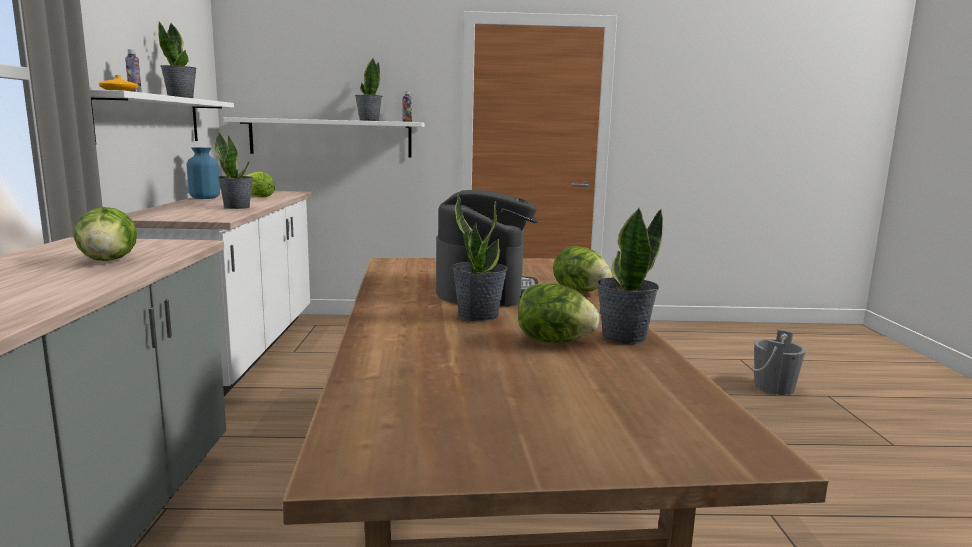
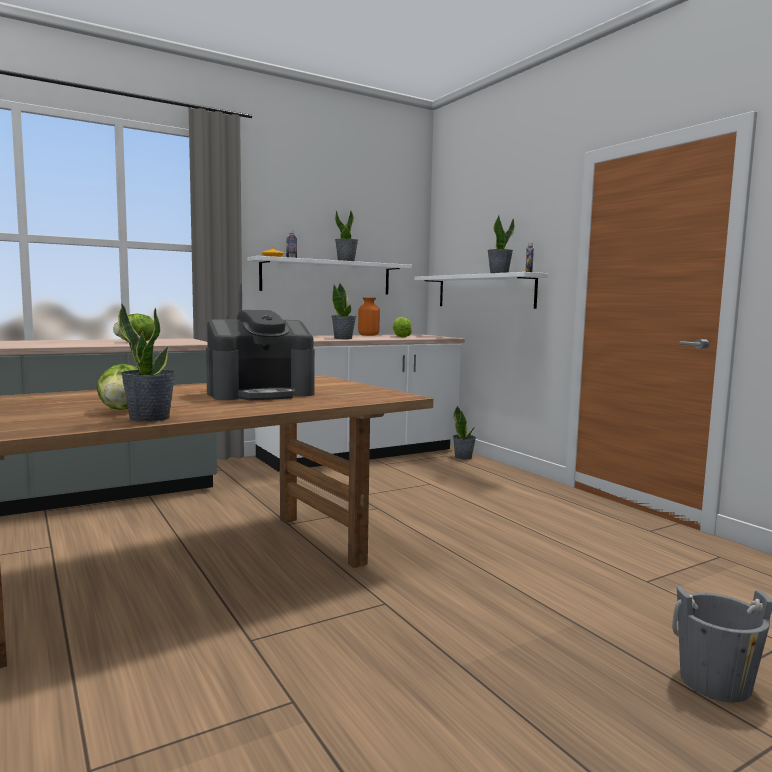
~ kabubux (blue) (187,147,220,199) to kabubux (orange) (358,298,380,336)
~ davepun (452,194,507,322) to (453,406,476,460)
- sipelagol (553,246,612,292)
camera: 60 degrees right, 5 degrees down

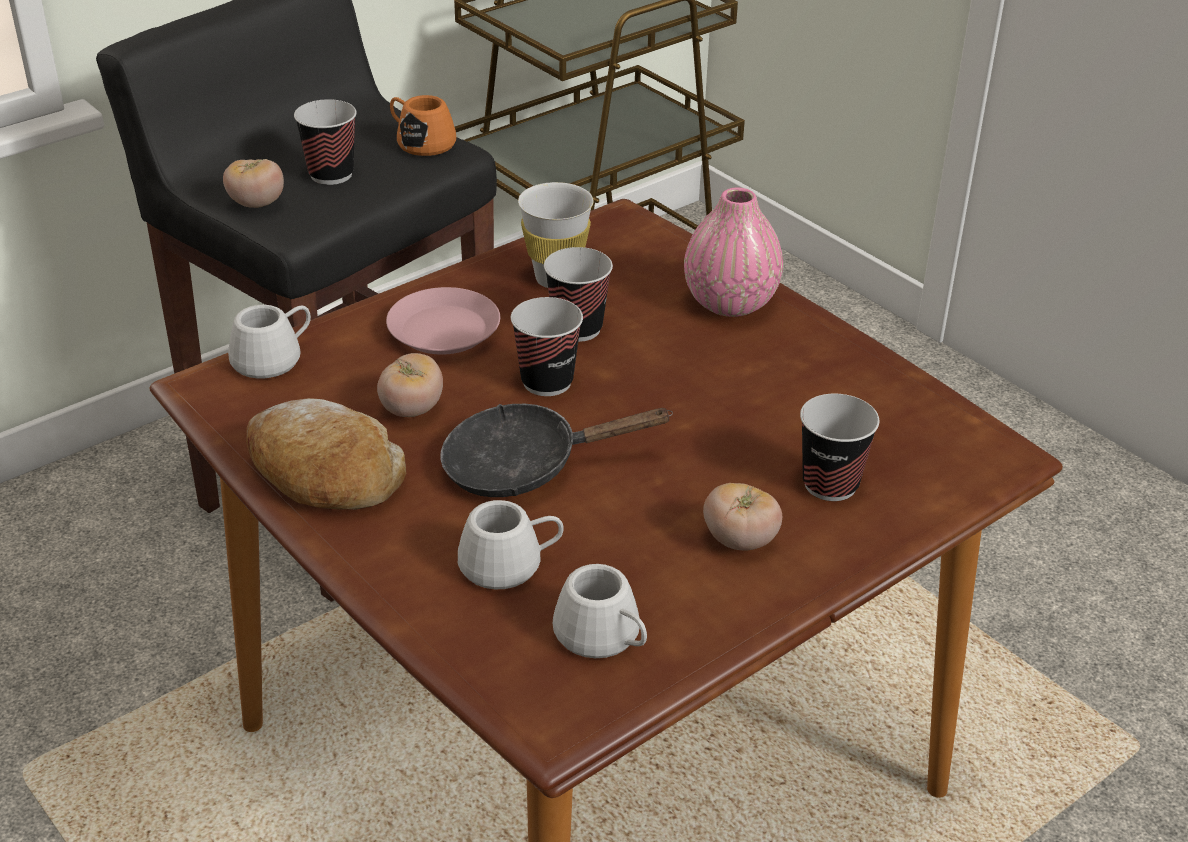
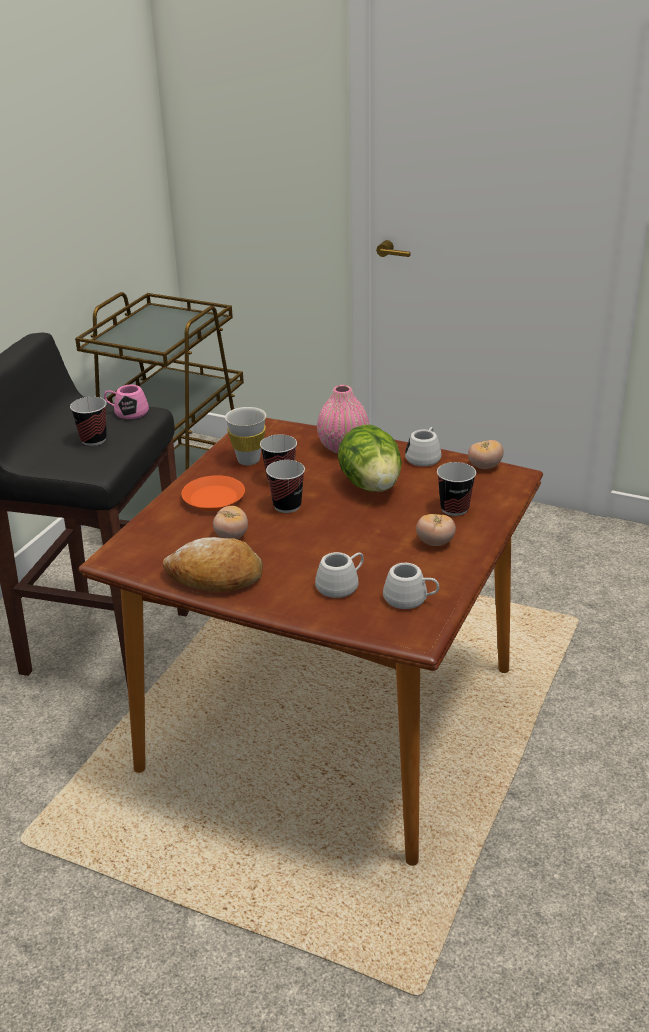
~ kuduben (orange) (390,95,456,156) to kuduben (pink) (104,385,149,419)
~ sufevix (223,159,284,208) to (468,440,504,469)
~ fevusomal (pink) (386,287,500,355) to fevusomal (orange) (181,475,245,511)
~ kuduben (white) (228,305,311,379) to (405,427,441,466)
- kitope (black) (440,404,673,497)
+ sipelagol (338,425,402,492)
camera: 25 degrees left, 5 degrees down

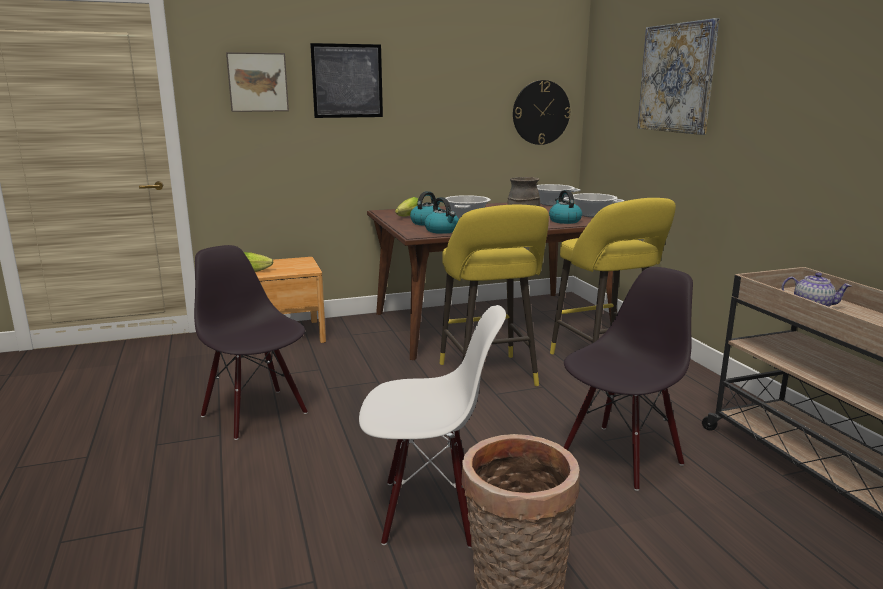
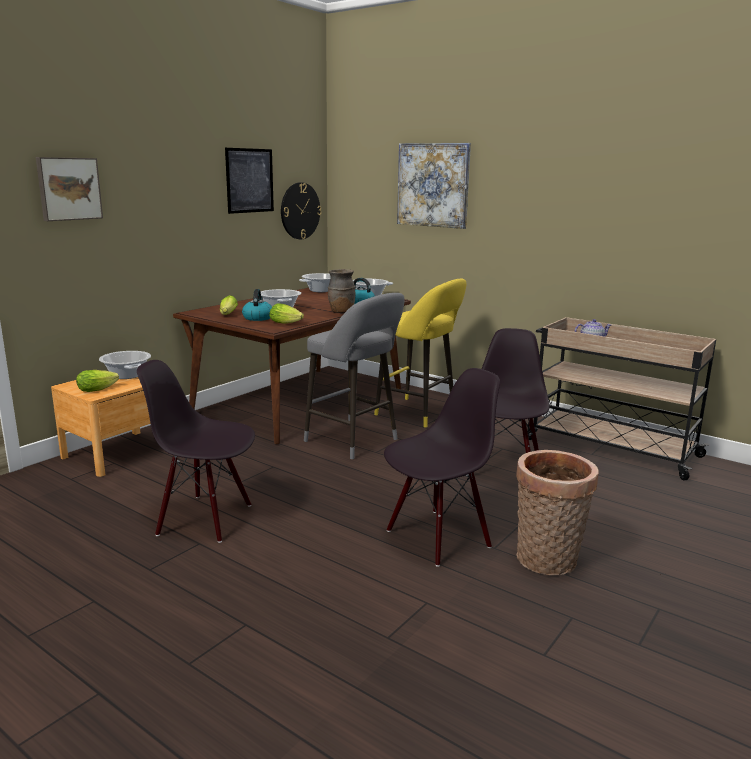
~ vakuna (310,43,383,118) to (225,148,274,214)
~ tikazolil (424,197,459,234) to sipelagol (269,303,304,324)
~ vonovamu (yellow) (440,205,549,386) to vonovamu (grey) (304,293,405,459)
~ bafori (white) (359,305,506,548) to bafori (black) (384,368,500,567)
+ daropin (99,351,151,379)
camera: 35 degrees left, 0 degrees up

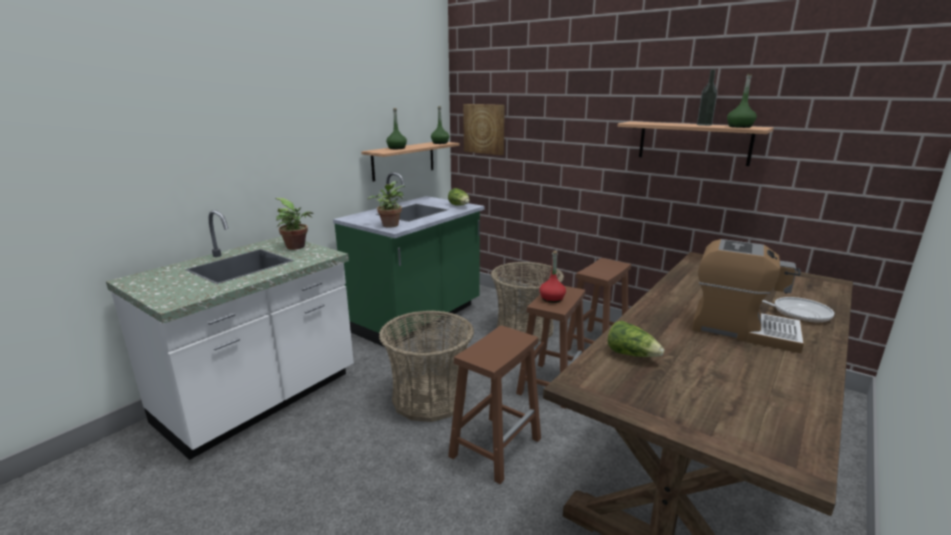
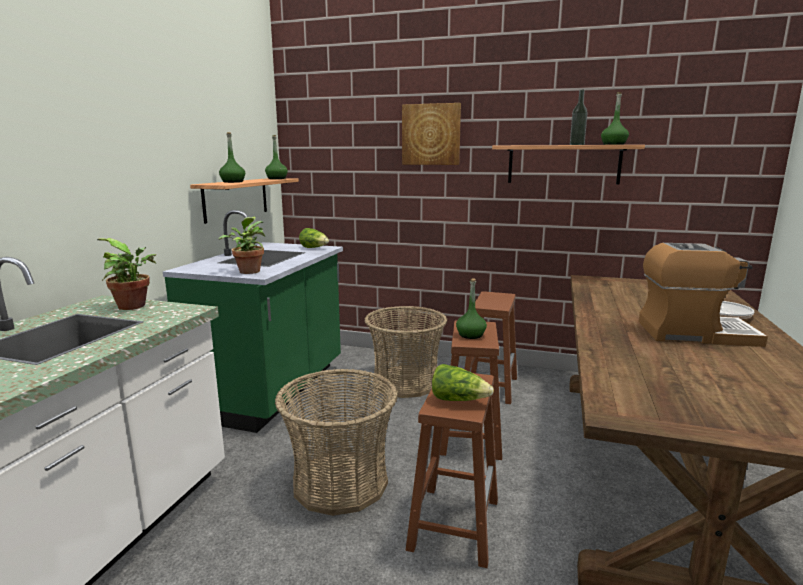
~ vakuna (463,104,505,155) to (402,103,461,165)
~ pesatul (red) (539,251,566,303) to pesatul (green) (456,279,487,339)
~ sipelagol (607,321,664,357) to (432,364,494,401)
camera: 20 degrees left, 5 degrees down

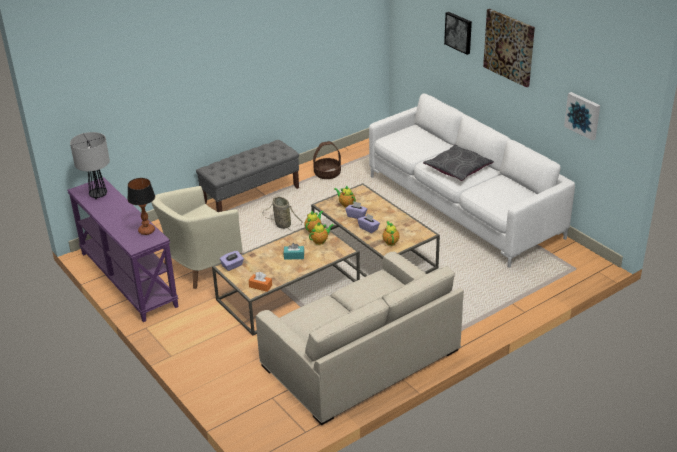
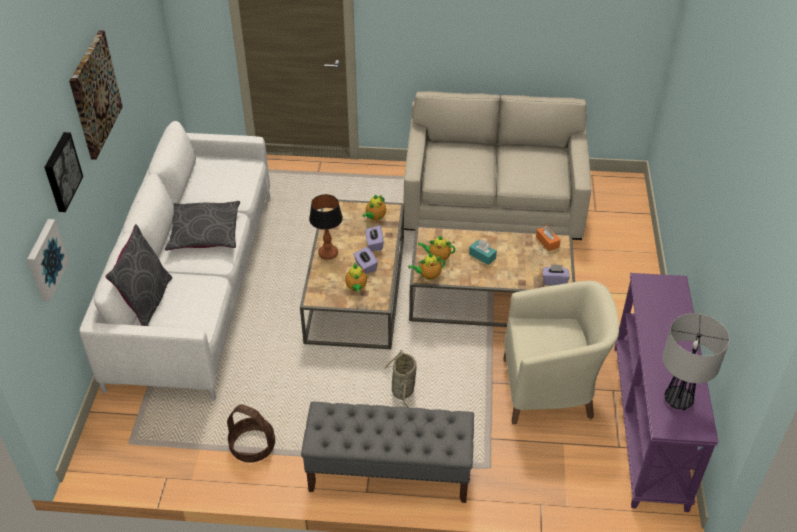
~ vakuna (564,92,600,140) to (27,219,69,302)
~ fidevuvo (127,178,155,235) to (309,194,343,260)
+ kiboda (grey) (105,224,172,326)
camera: 140 degrees left, 10 degrees up

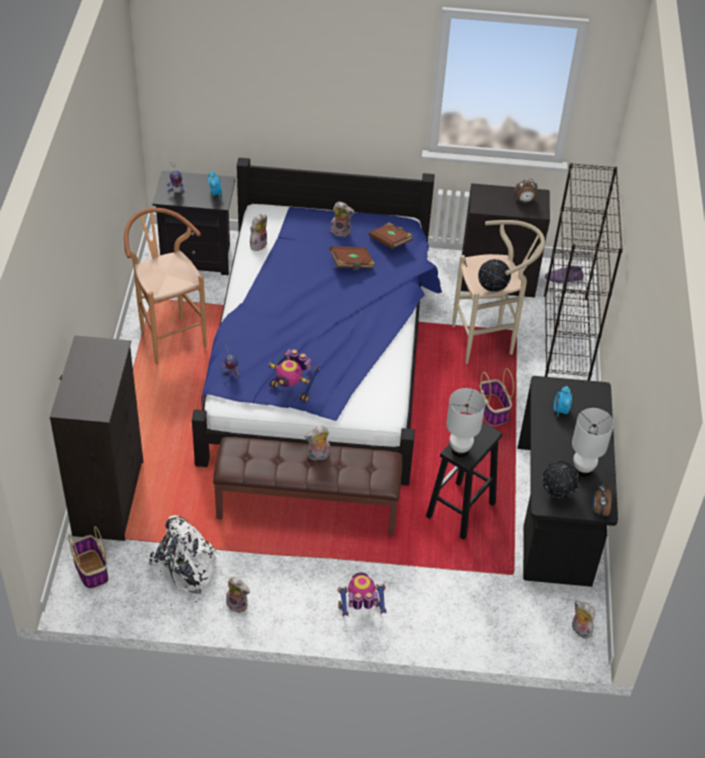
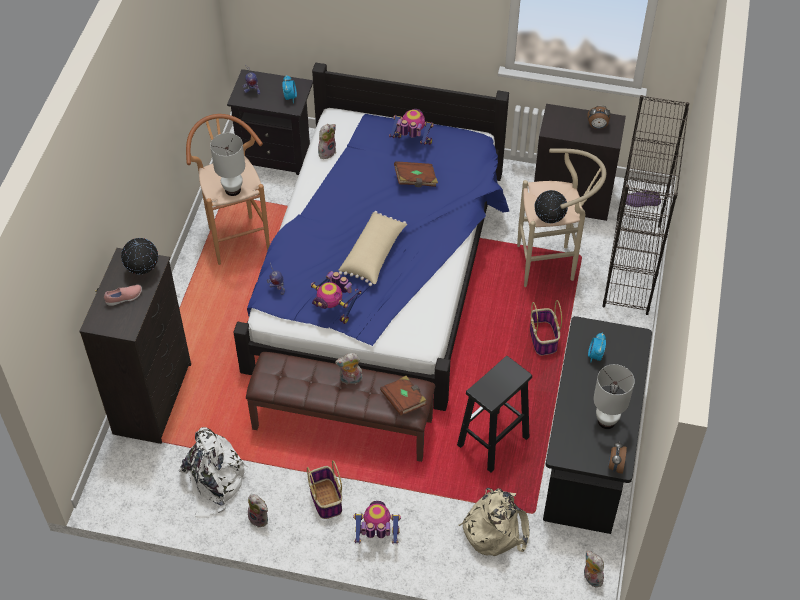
~ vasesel (331,202,355,237) to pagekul (389,109,434,145)
~ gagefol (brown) (369,222,413,249) to (380,376,427,415)
~ fidevuvo (white) (446,388,486,457) to (210,133,245,196)
~ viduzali (542,461,580,498) to (121,238,158,274)
~ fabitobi (68,526,108,589) to (307,460,342,519)
+ kiboda (beige) (339,211,407,286)
+ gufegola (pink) (104,285,142,306)
+ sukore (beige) (458,488,530,556)
camera: 10 degrees right, 5 degrees up

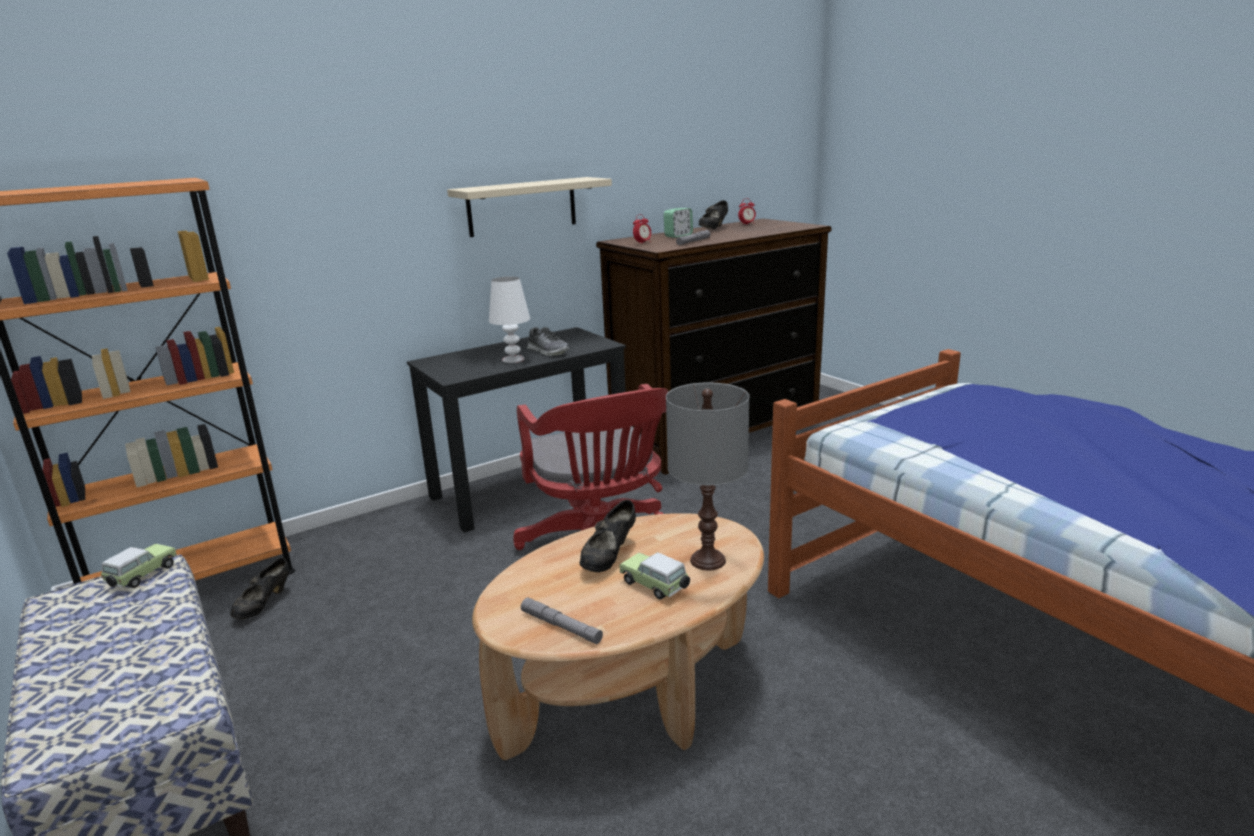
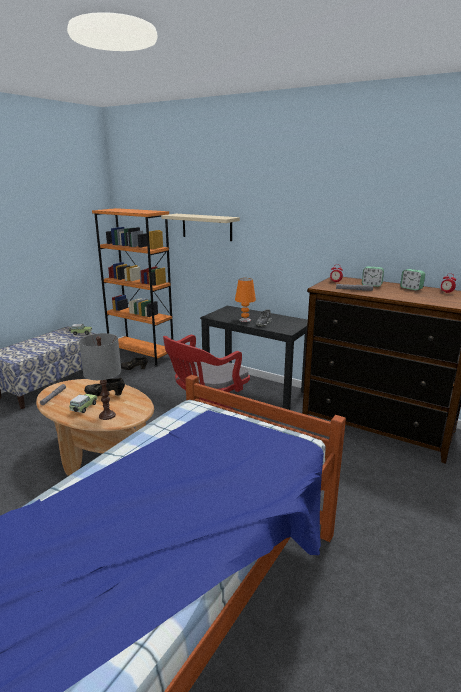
~ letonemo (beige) (447,177,612,237) to (161,214,240,241)
~ gufegola (black) (699,200,728,229) to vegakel (400,269,425,290)
~ fidevuvo (white) (489,276,530,363) to fidevuvo (orange) (235,278,256,322)
camera: 65 degrees right, 0 degrees up

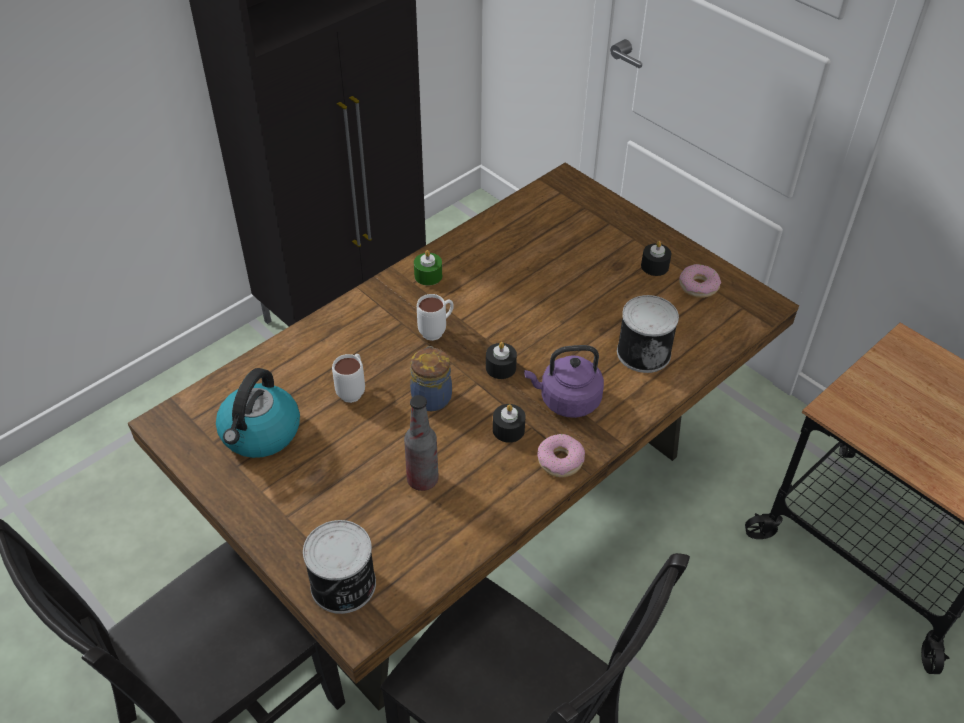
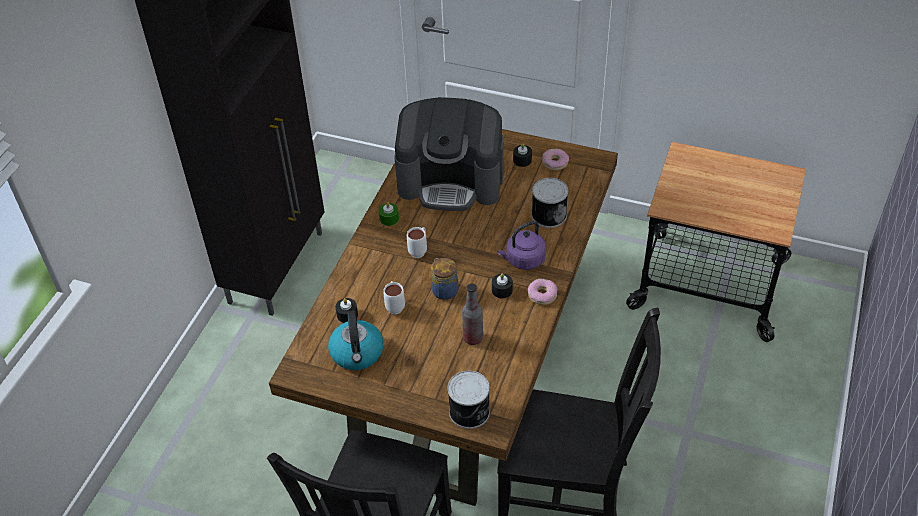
~ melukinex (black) (486,342,517,379) to (335,298,358,323)
+ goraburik (394,97,504,211)
camera: 25 degrees left, 0 degrees up

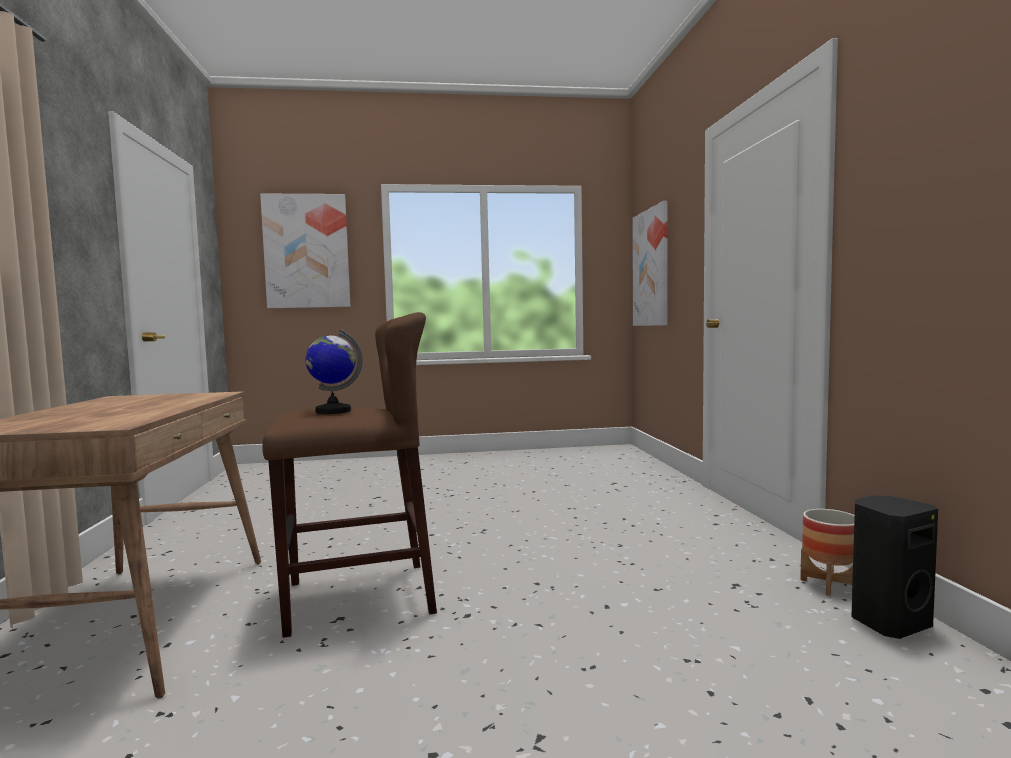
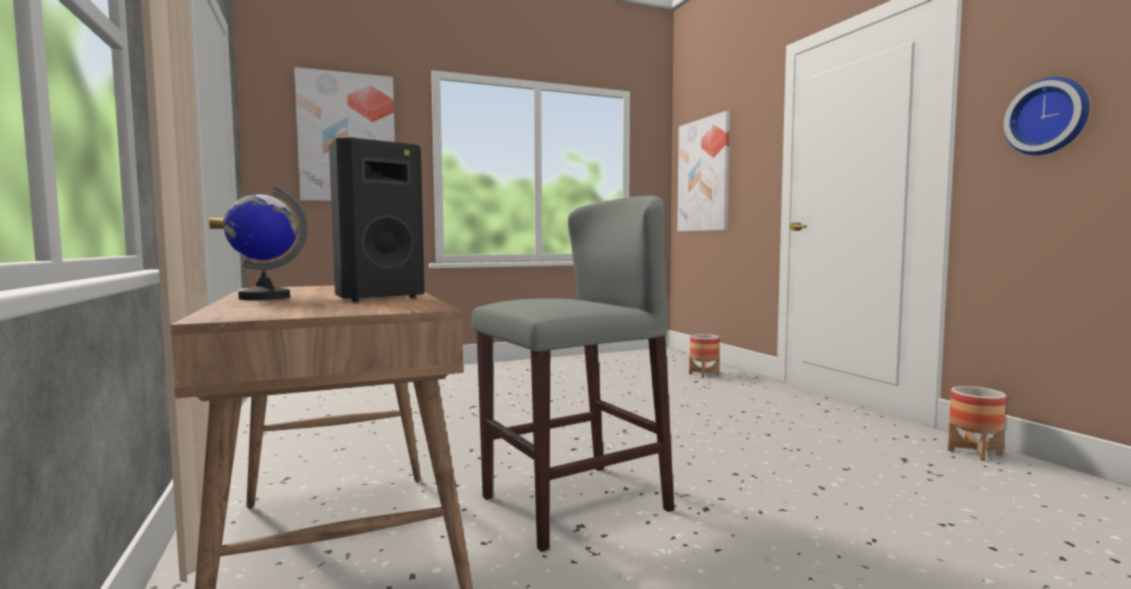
~ vonovamu (brown) (262,312,437,638) to vonovamu (grey) (472,195,674,552)
~ viduzali (306,329,363,414) to (224,186,308,300)
~ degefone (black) (851,495,938,639) to (329,138,425,302)
+ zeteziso (1003,77,1090,155)
+ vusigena (689,334,719,378)
camera: 15 degrees left, 0 degrees up

